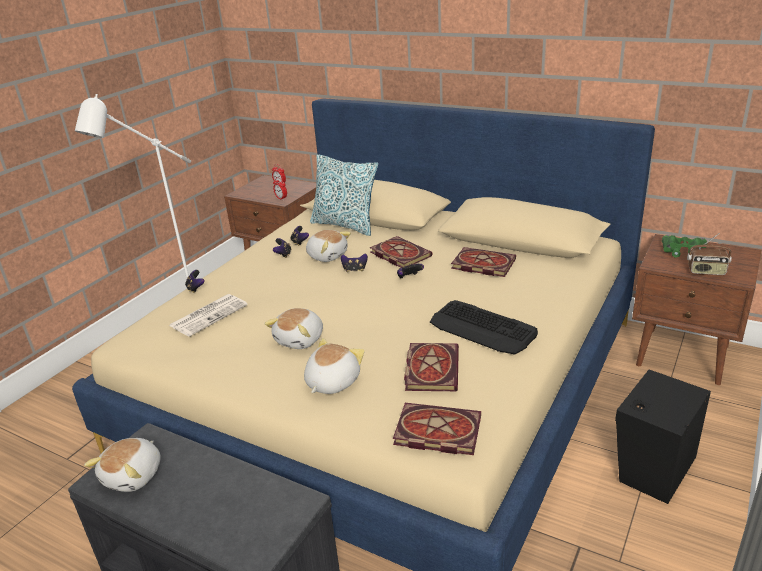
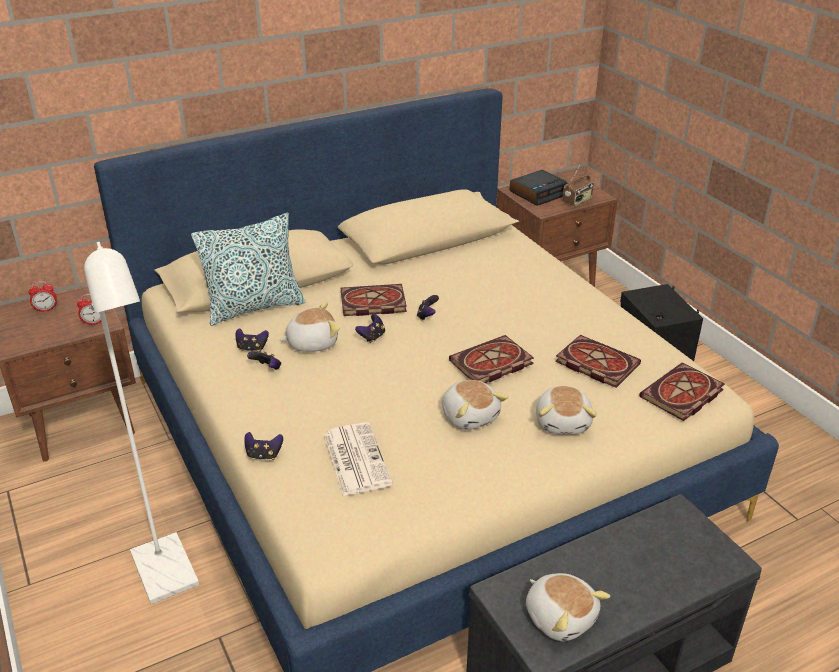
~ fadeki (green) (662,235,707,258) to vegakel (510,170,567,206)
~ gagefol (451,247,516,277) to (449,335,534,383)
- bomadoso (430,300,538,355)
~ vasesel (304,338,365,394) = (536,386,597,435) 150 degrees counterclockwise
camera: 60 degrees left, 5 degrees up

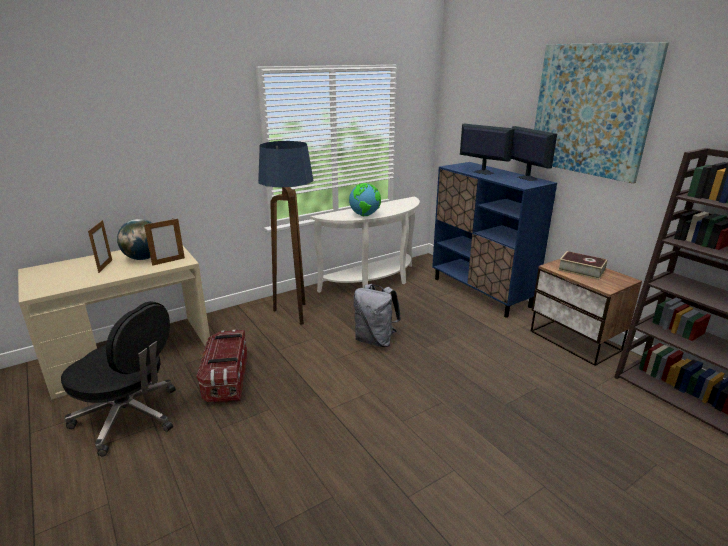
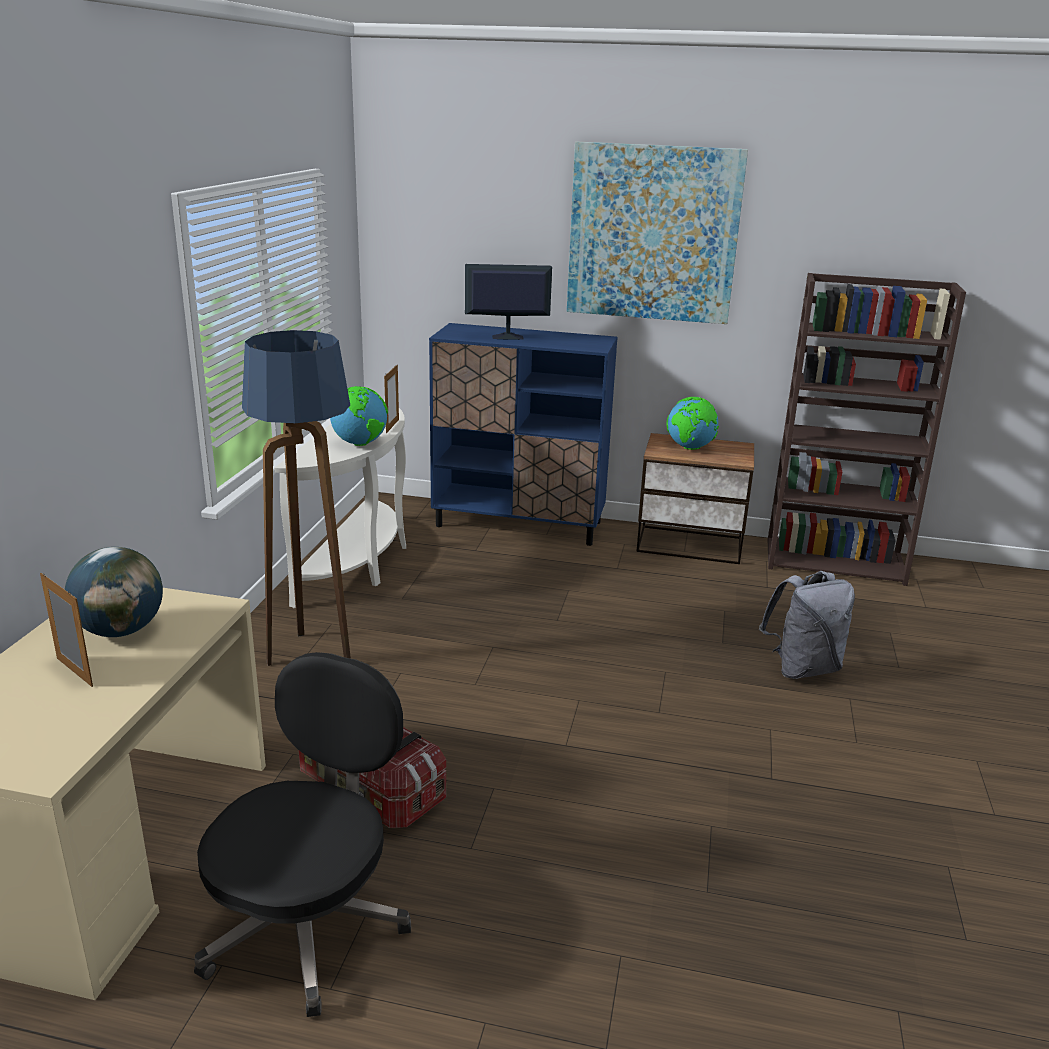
- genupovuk (511,126,557,181)
~ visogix (144,219,185,266) to (384,365,399,433)
~ gagefol (558,251,607,280) to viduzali (666,397,719,450)
~ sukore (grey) (354,284,401,347) to (759,571,855,679)
~ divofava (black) (61,301,176,456) = (194,652,411,1017) 45 degrees counterclockwise
camera: 45 degrees left, 0 degrees up

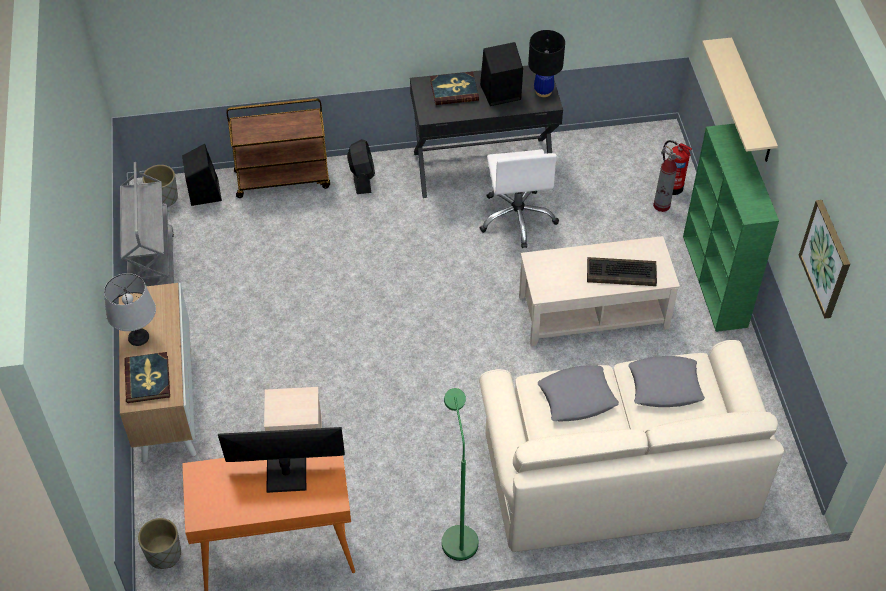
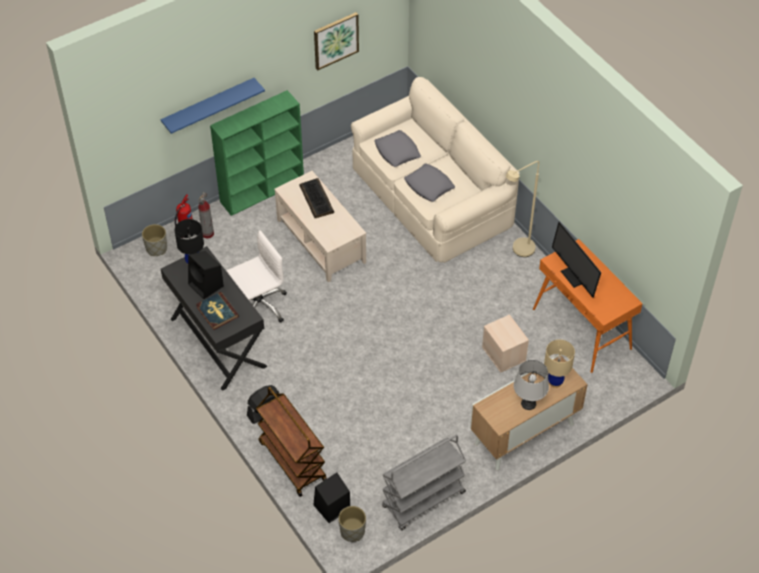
~ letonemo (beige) (702,38,778,162) to letonemo (blue) (161,78,265,134)
~ gagefol (124,352,170,403) to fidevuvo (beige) (544,339,575,388)
~ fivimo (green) (442,388,478,561) to fivimo (beige) (506,161,539,257)
~ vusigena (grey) (138,518,181,569) to (142,224,167,256)
camera: 115 degrees left, 0 degrees up

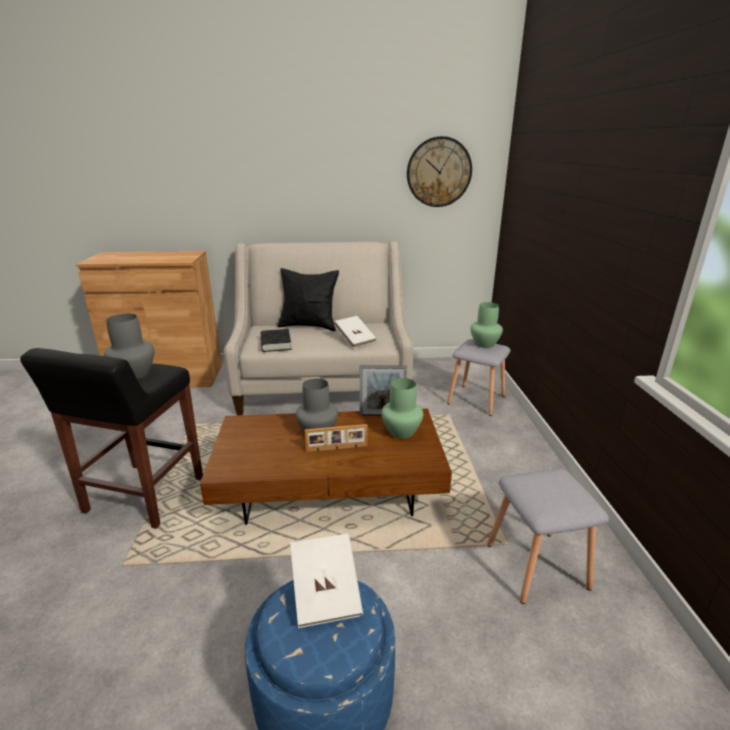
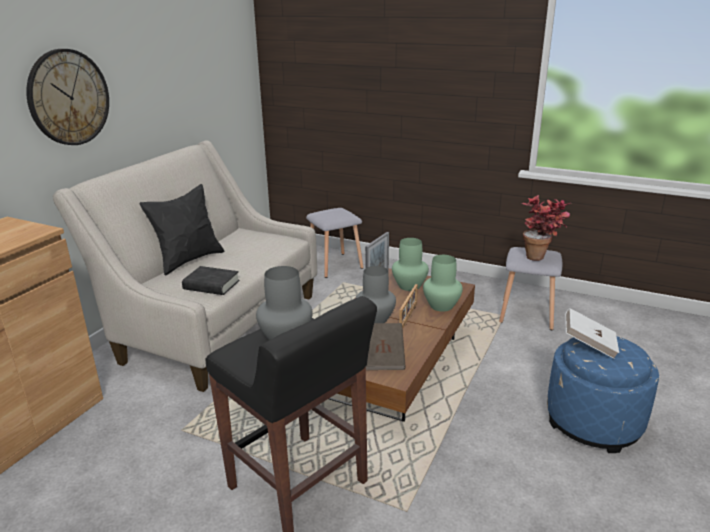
~ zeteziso (407,136,472,207) to (26,49,109,145)
~ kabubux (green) (470,302,503,348) to (423,255,463,312)
- gagefol (white) (334,316,376,348)
+ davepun (521,195,570,261)
+ gagefol (brown) (366,323,406,370)
camera: 60 degrees left, 0 degrees up

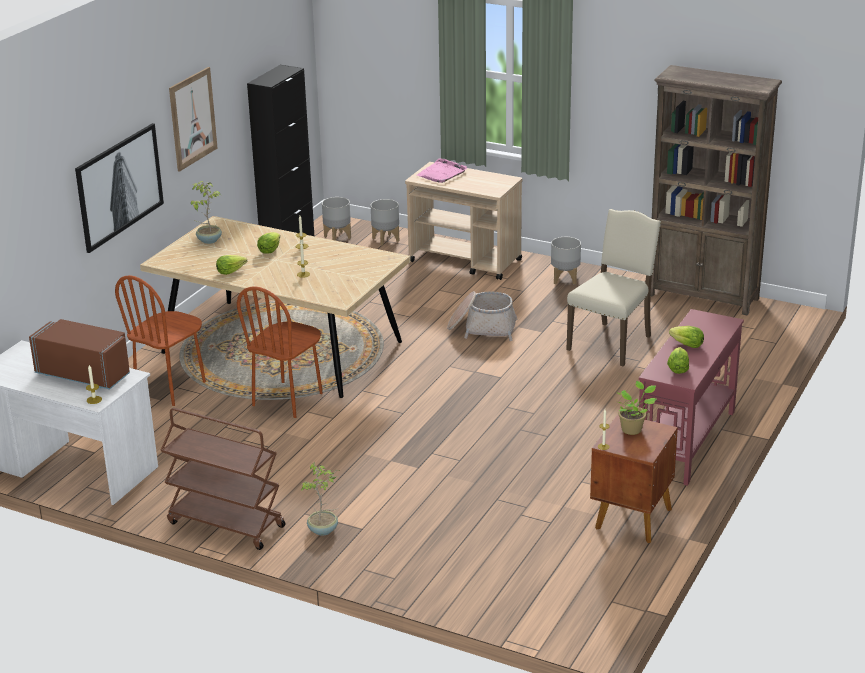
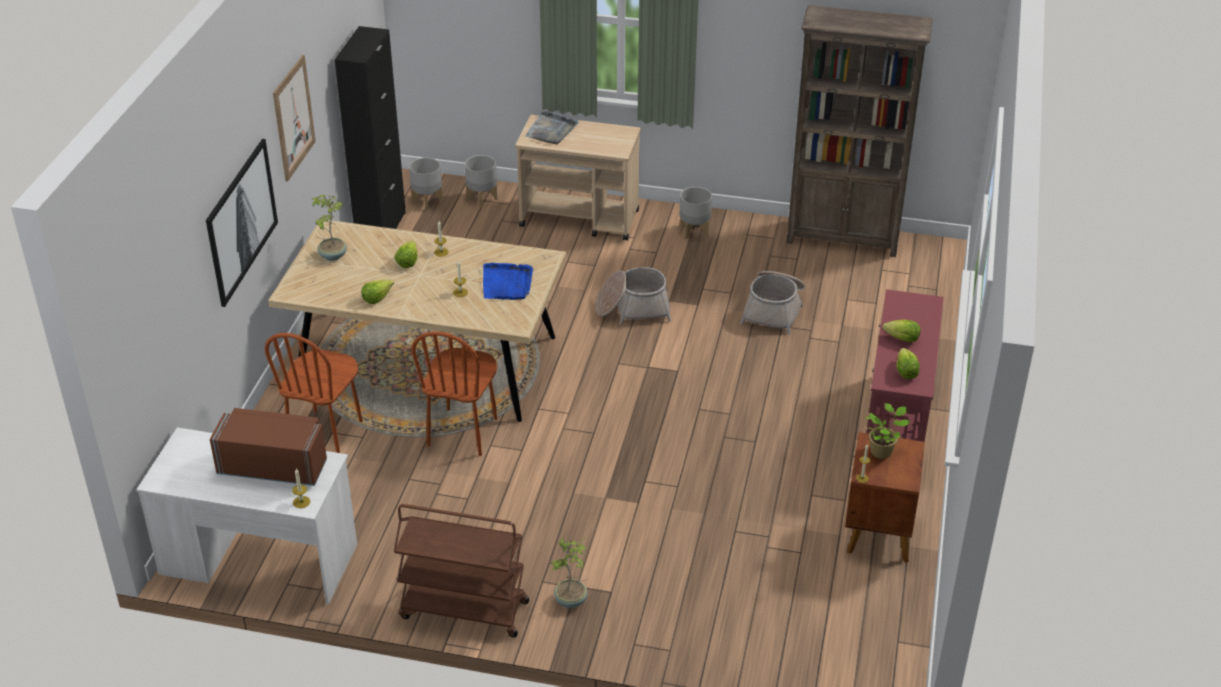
~ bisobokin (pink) (417,158,467,183) to bisobokin (grey) (525,111,579,144)
~ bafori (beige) (567,209,661,366) to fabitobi (740,271,805,335)
+ bisobokin (blue) (483,263,533,300)
camera: 15 degrees left, 10 degrees up

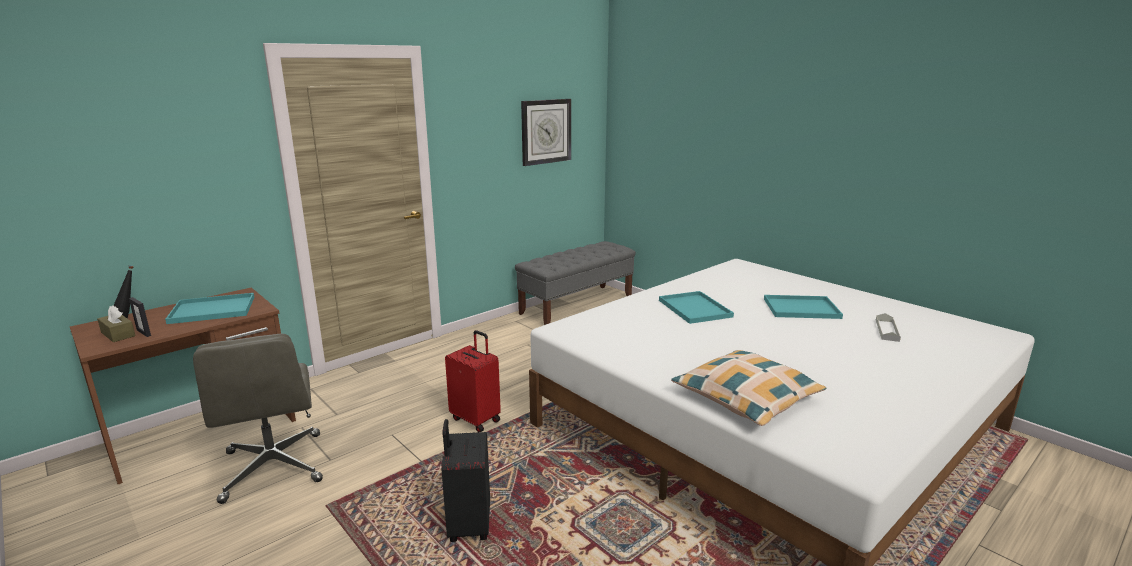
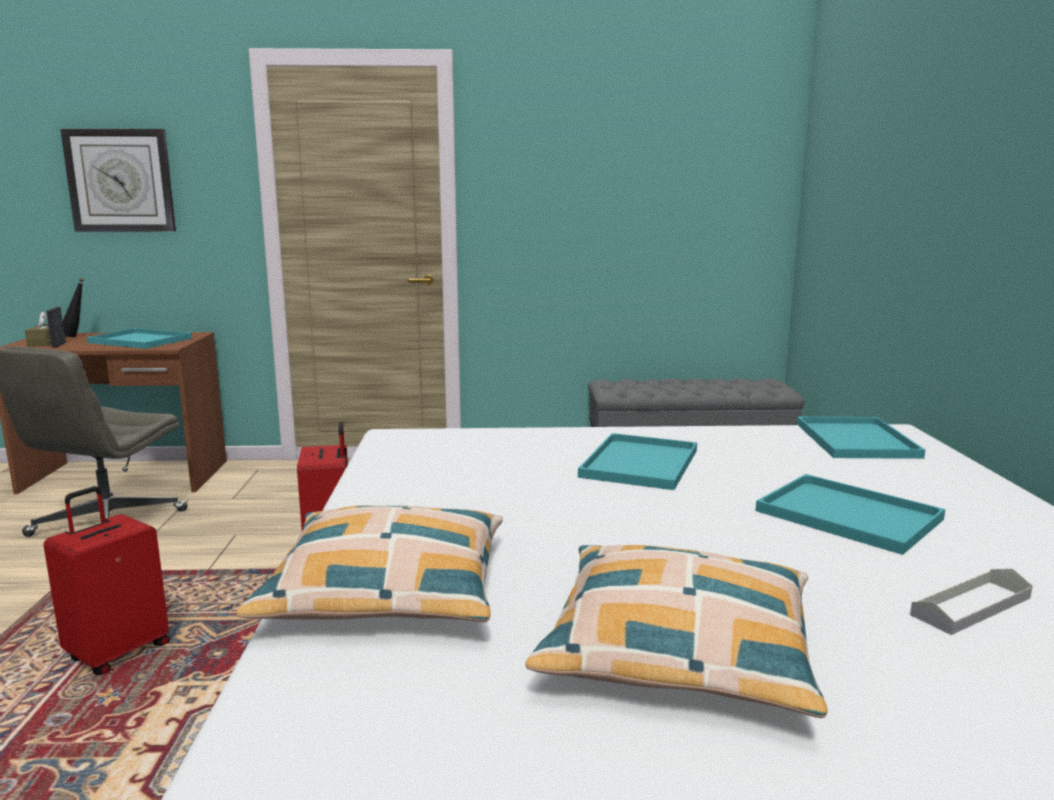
~ zeteziso (521,99,571,166) to (60,129,176,232)
~ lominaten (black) (441,419,490,542) to lominaten (red) (43,486,170,675)
+ bisobokin (turquoise) (797,417,925,459)
+ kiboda (525,545,828,718)
camera: 40 degrees right, 5 degrees down

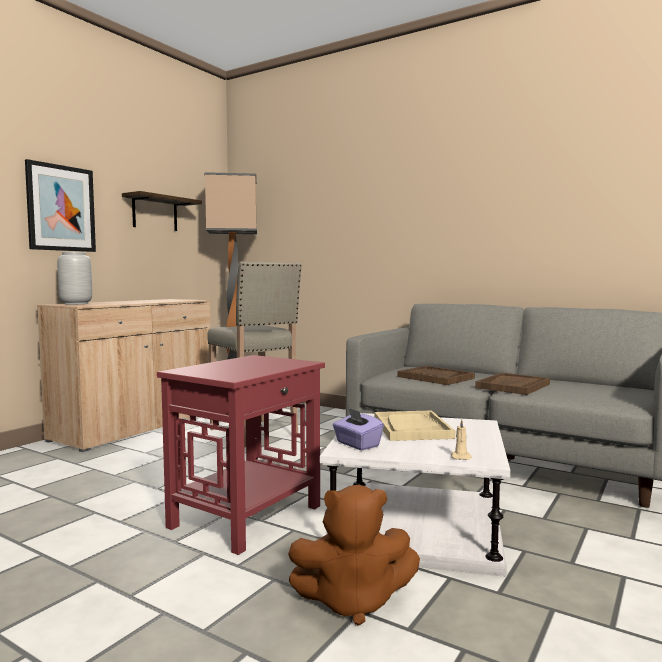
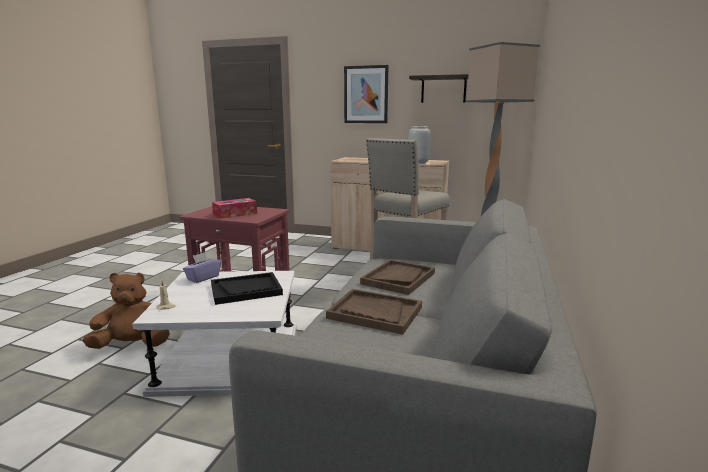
~ kabubux (grey) (57,252,92,304) to (408,126,430,164)
~ bisobokin (beige) (375,410,455,441) to bisobokin (black) (211,272,283,305)
~ vasesel (brown) (288,485,420,626) = (83,272,170,349) 90 degrees clockwise
+ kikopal (212,198,257,219)
camera: 75 degrees right, 10 degrees up

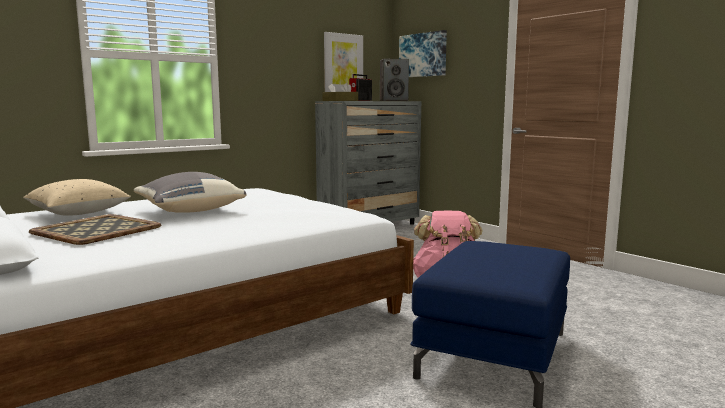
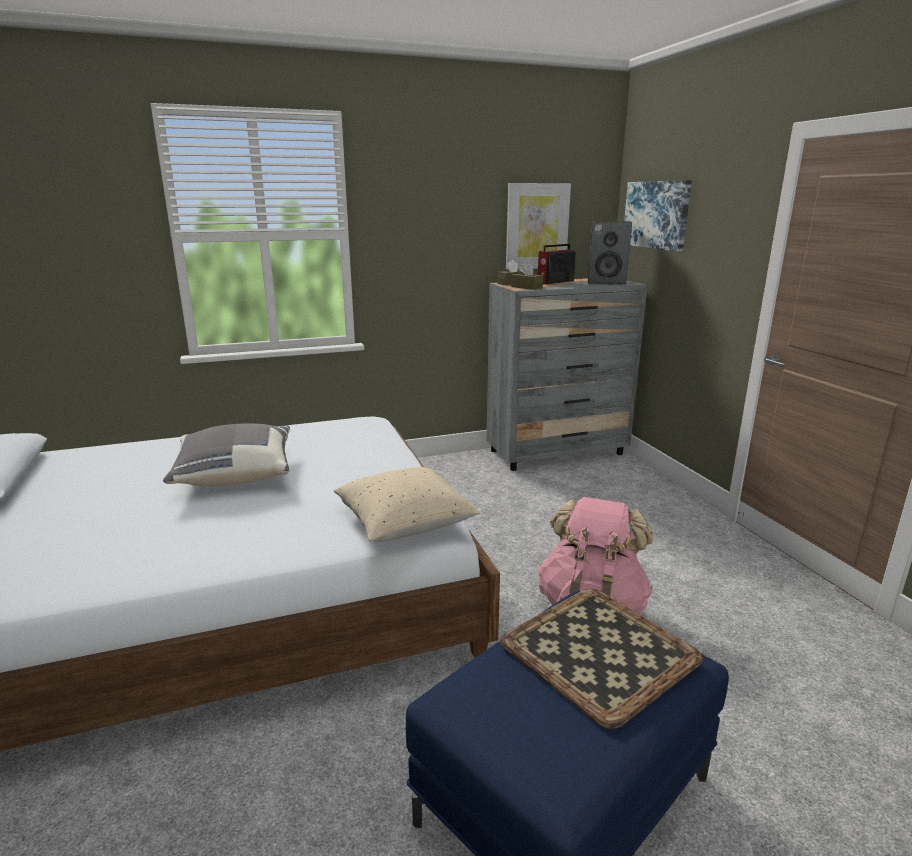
~ kiboda (beige) (23,179,131,216) to (334,467,480,542)
~ bisobokin (29,214,161,245) to (500,588,703,729)
camera: 20 degrees right, 10 degrees up

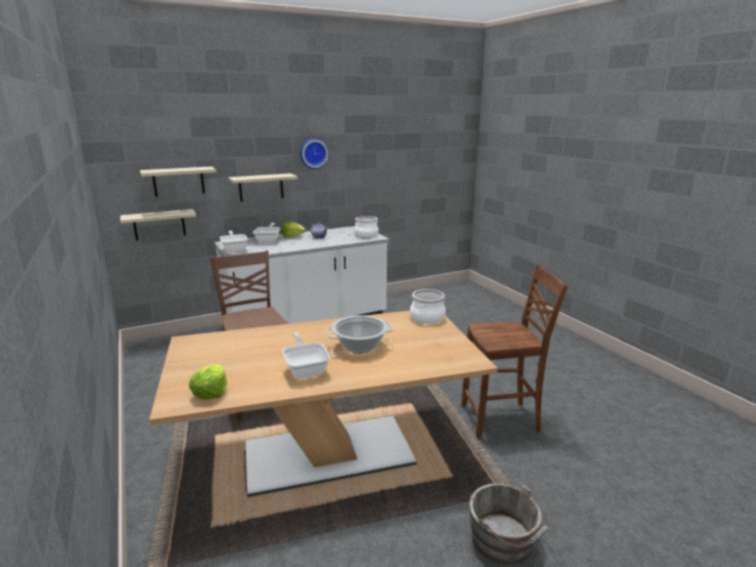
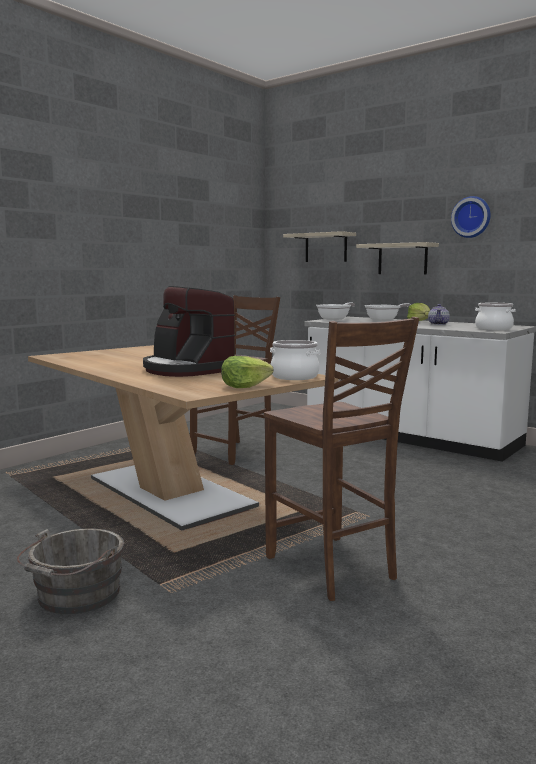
- letonemo (120,209,196,241)
~ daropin (326,315,393,354) to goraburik (143,286,235,377)
- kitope (282,332,330,379)
~ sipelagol (189,364,227,400) to (221,356,273,388)
camera: 65 degrees right, 10 degrees down

